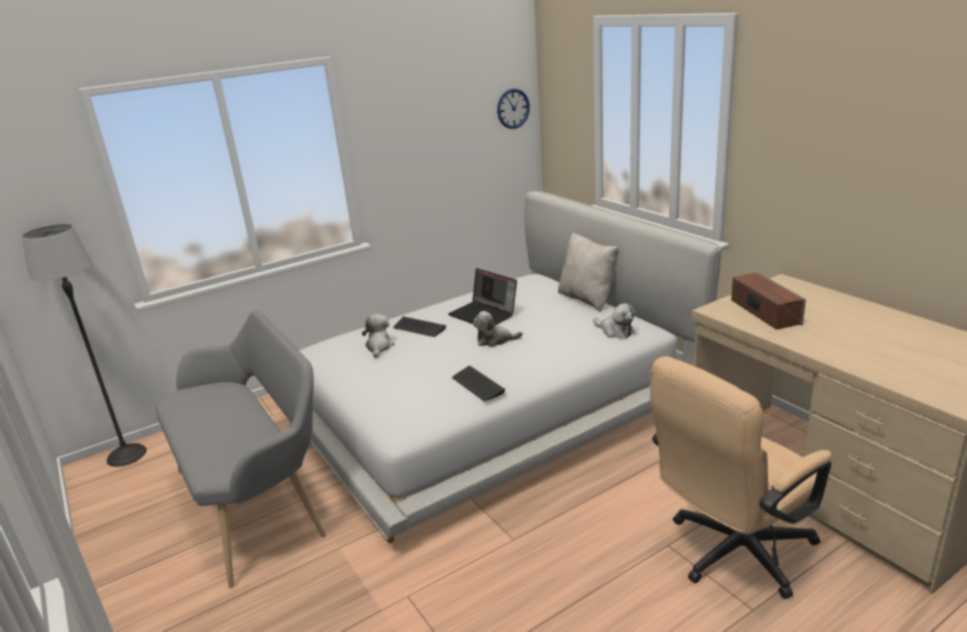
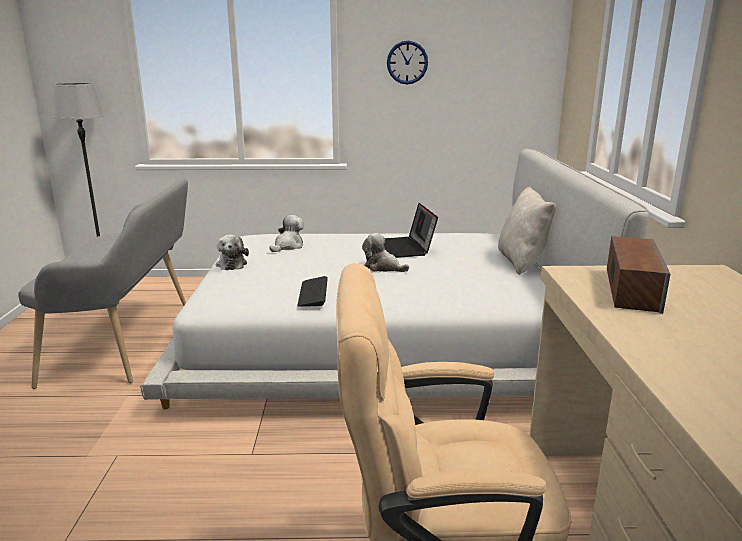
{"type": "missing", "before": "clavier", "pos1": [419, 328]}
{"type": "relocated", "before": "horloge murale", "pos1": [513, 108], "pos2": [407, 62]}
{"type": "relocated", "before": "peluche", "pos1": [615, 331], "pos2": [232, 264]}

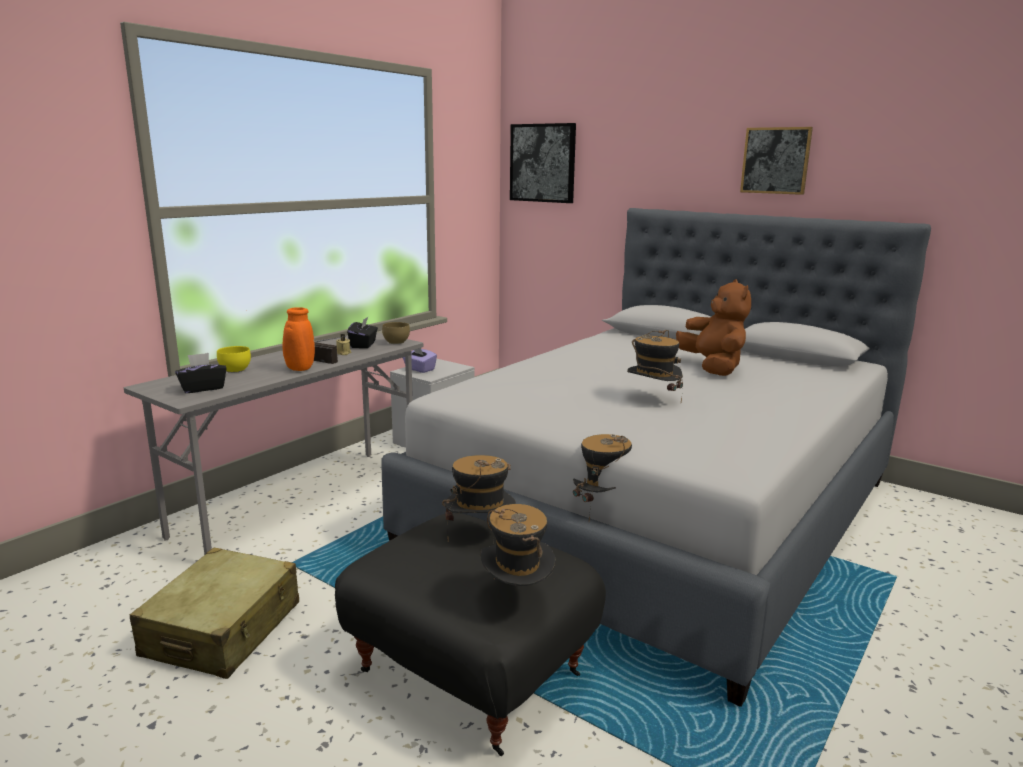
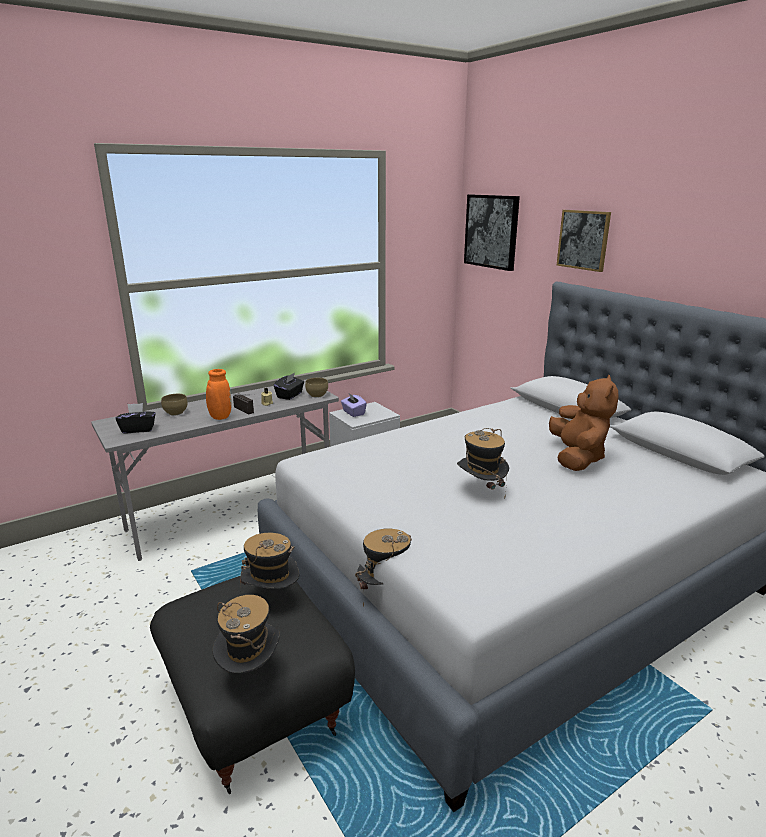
{"type": "missing", "before": "valise (beige)", "pos1": [223, 630]}
{"type": "colour", "before": "bol (jaune)", "after": "bol (marron)", "pos1": [236, 370], "pos2": [176, 413]}
{"type": "relocated", "before": "tableau", "pos1": [775, 160], "pos2": [583, 240]}

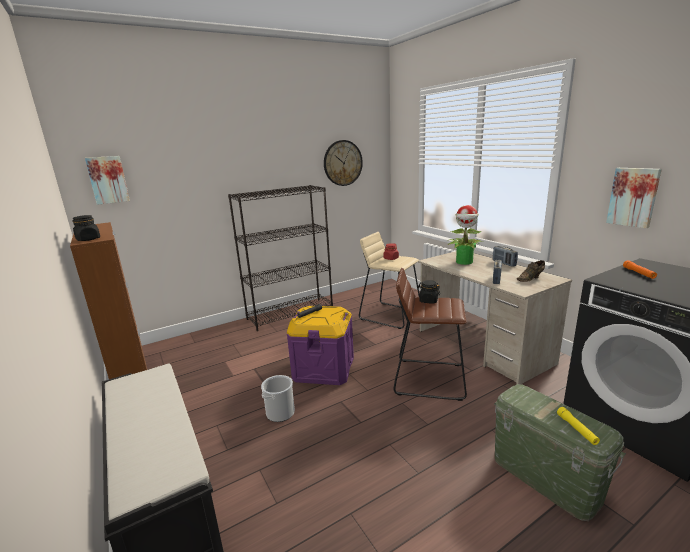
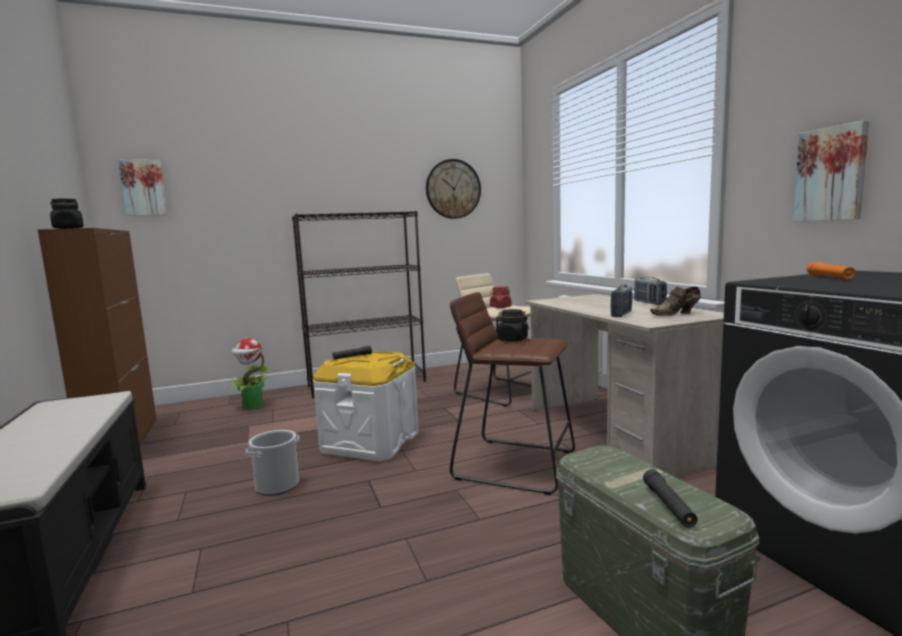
{"type": "colour", "before": "boîte de rangement (violet)", "after": "boîte de rangement (blanc)", "pos1": [324, 369], "pos2": [370, 442]}
{"type": "relocated", "before": "plante en pot", "pos1": [464, 262], "pos2": [252, 406]}
{"type": "colour", "before": "lampe de poche (jaune)", "after": "lampe de poche (noir)", "pos1": [577, 429], "pos2": [668, 505]}

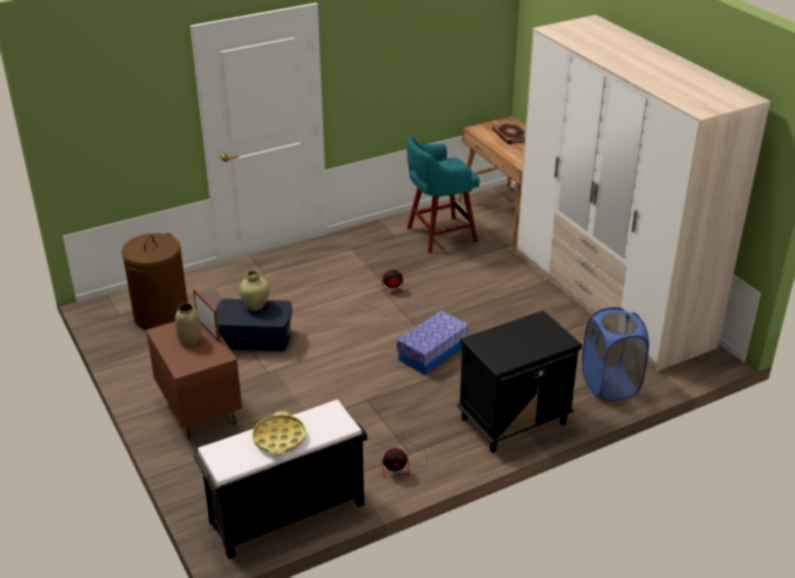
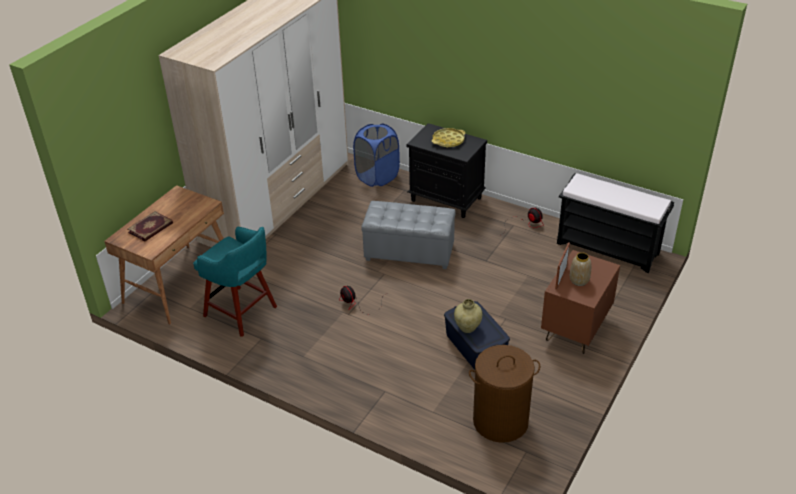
{"type": "relocated", "before": "plateau (jaune)", "pos1": [279, 438], "pos2": [448, 140]}
{"type": "exchanged", "before": "boîte de rangement", "after": "pouf (gris)", "pos1": [432, 352], "pos2": [409, 253]}

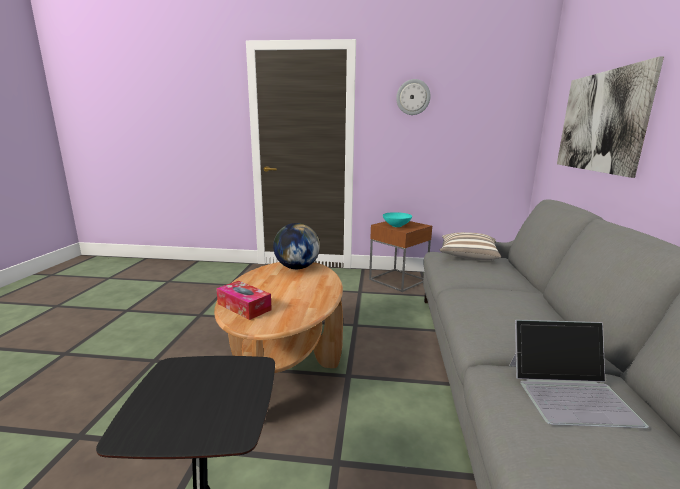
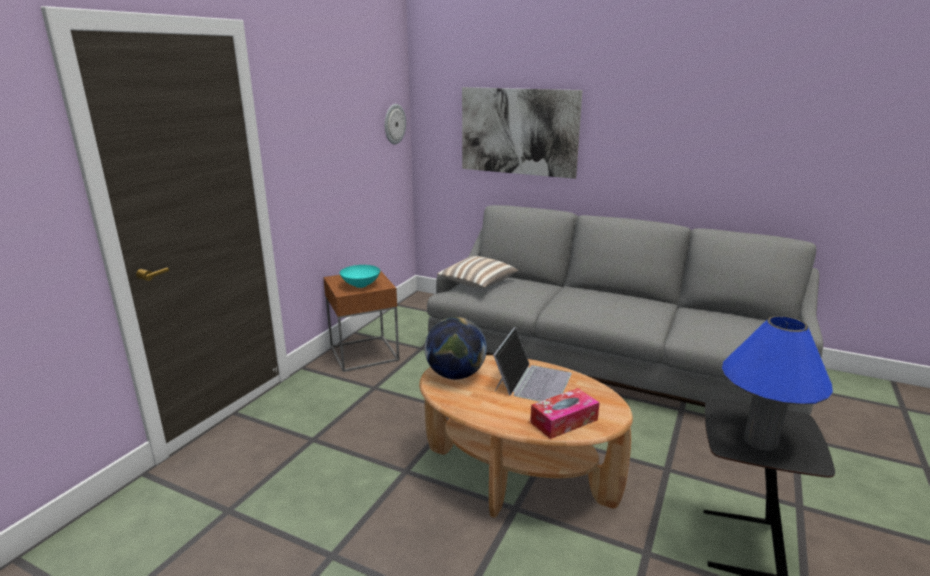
{"type": "relocated", "before": "horloge murale", "pos1": [413, 97], "pos2": [394, 124]}
{"type": "relocated", "before": "ordinateur portable", "pos1": [570, 392], "pos2": [532, 381]}
{"type": "appeared", "after": "lampe de table (bleu)", "pos2": [760, 440]}

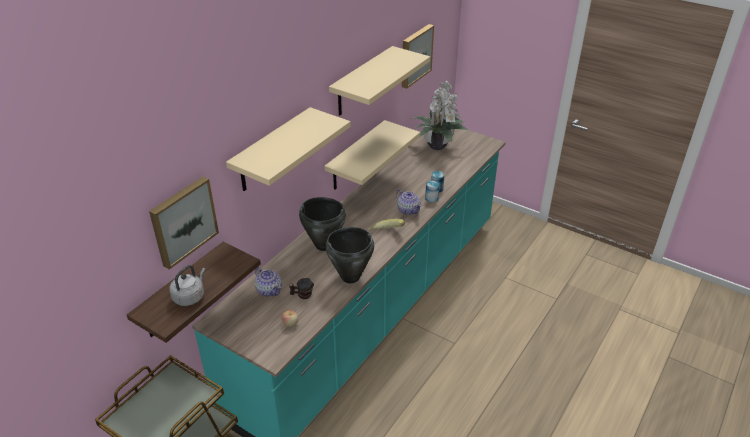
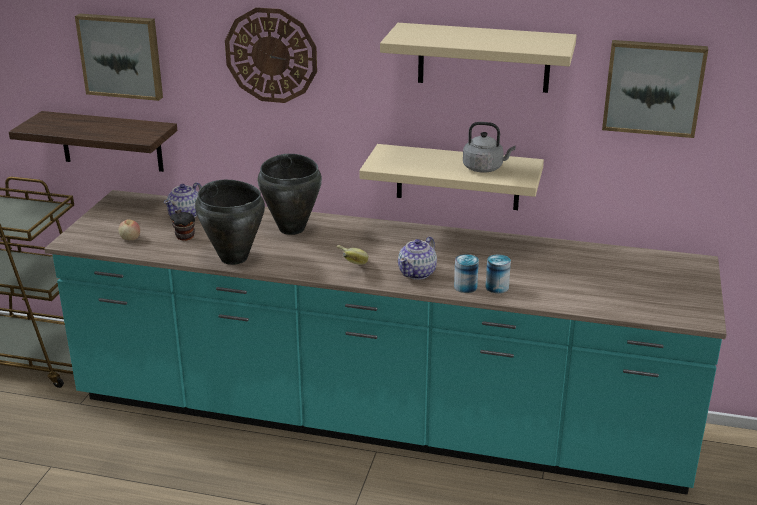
{"type": "relocated", "before": "bouilloire (gris)", "pos1": [190, 296], "pos2": [485, 168]}
{"type": "exchanged", "before": "étagère (beige)", "after": "horloge murale", "pos1": [272, 151], "pos2": [271, 55]}
{"type": "missing", "before": "plante en pot", "pos1": [437, 145]}

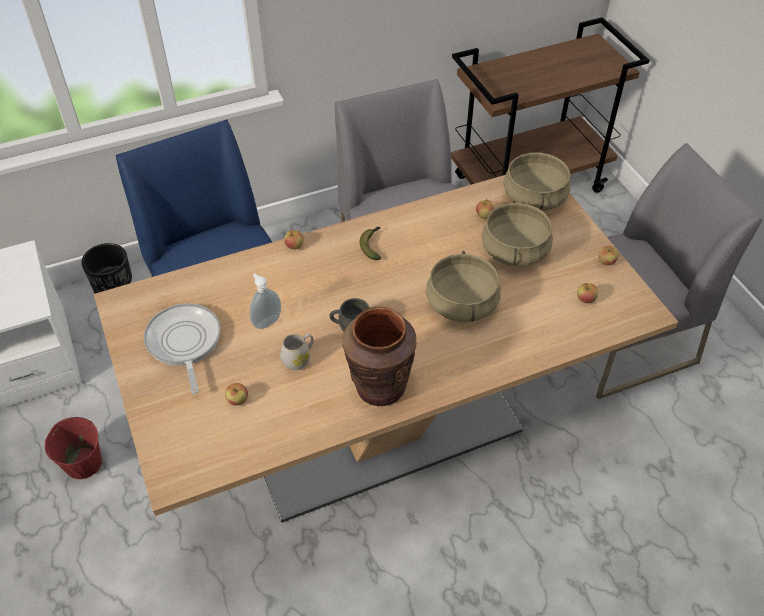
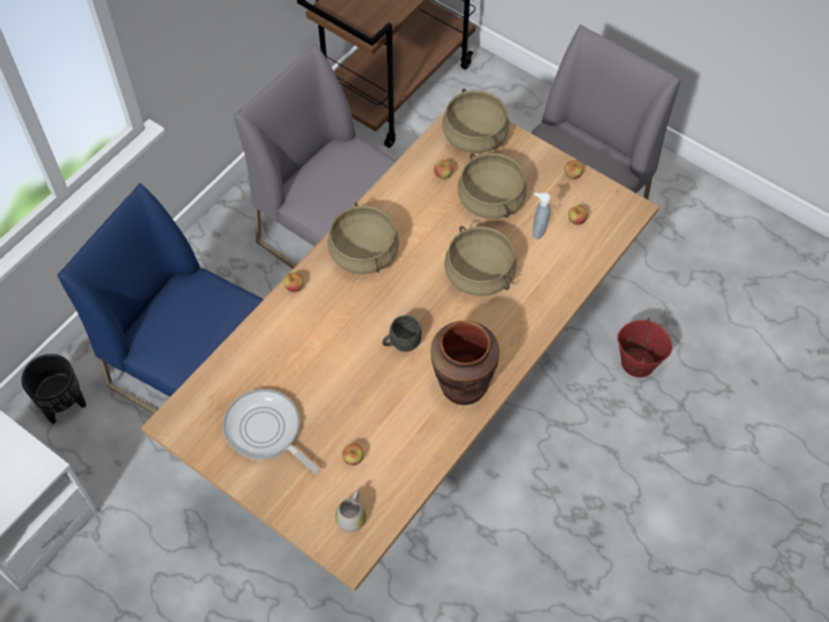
{"type": "relocated", "before": "seau (rouge)", "pos1": [83, 463], "pos2": [637, 362]}
{"type": "relocated", "before": "distributeur de savon", "pos1": [266, 321], "pos2": [538, 230]}
{"type": "relocated", "before": "mug (blanc)", "pos1": [299, 359], "pos2": [352, 516]}
{"type": "exchanged", "before": "banane", "after": "marmite (beige)", "pos1": [372, 245], "pos2": [364, 252]}

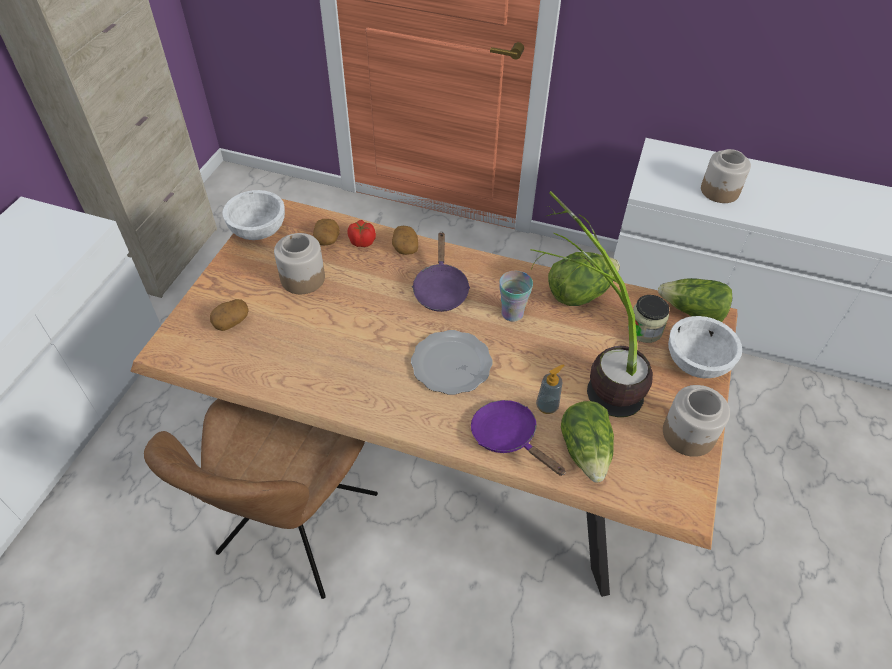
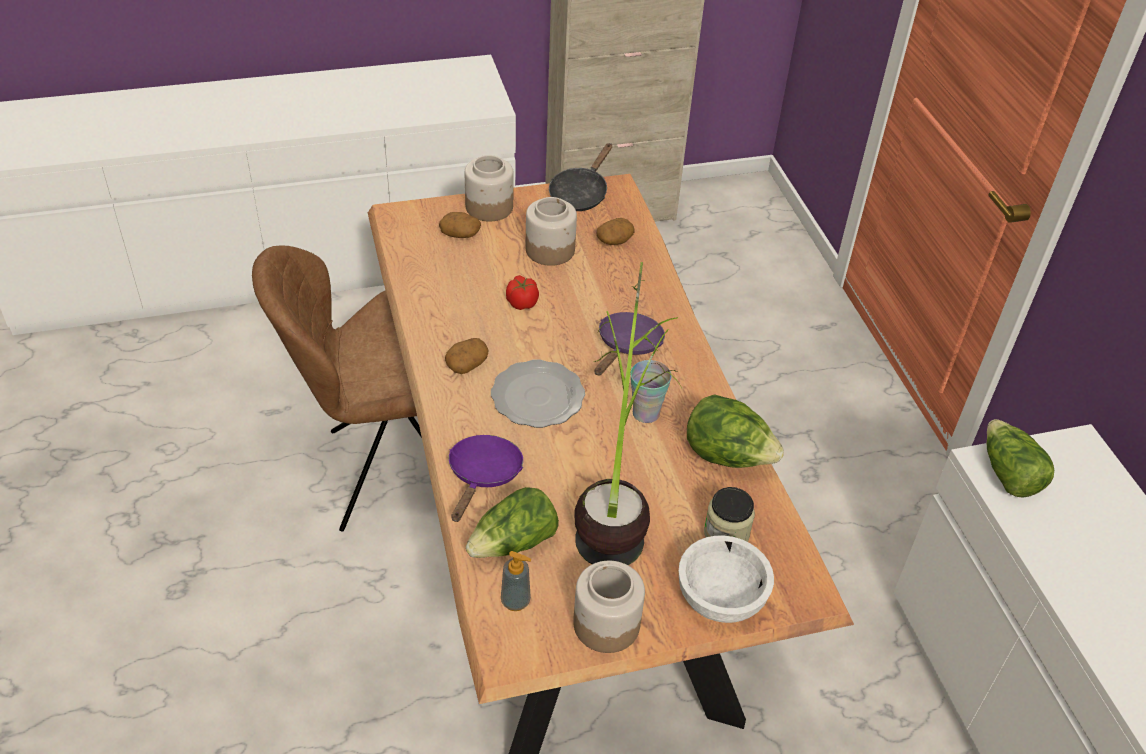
{"type": "exchanged", "before": "bol (blanc)", "after": "poêle (noir)", "pos1": [258, 230], "pos2": [580, 193]}
{"type": "relocated", "before": "tomate", "pos1": [362, 241], "pos2": [522, 302]}
{"type": "relocated", "before": "pomme de terre", "pos1": [405, 247], "pos2": [467, 364]}
{"type": "spun", "before": "poêle (violet)", "pos1": [440, 289], "pos2": [627, 346], "turn": 150}
{"type": "relocated", "before": "distributeur de savon", "pos1": [547, 406], "pos2": [515, 601]}
{"type": "relocated", "before": "laitue", "pos1": [692, 312], "pos2": [1007, 473]}
{"type": "relocated", "before": "bocal", "pos1": [720, 191], "pos2": [488, 207]}

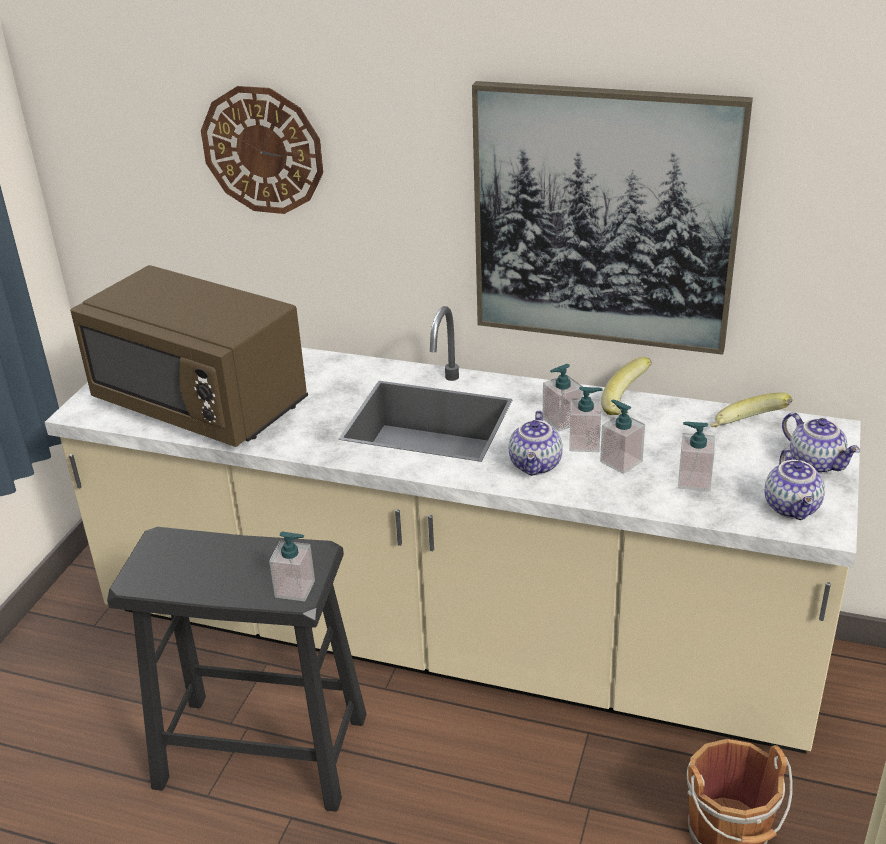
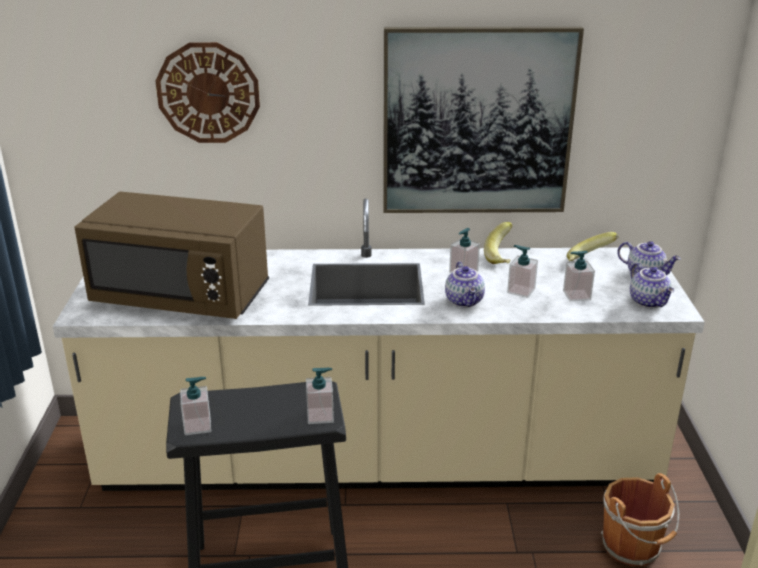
{"type": "relocated", "before": "distributeur de savon", "pos1": [584, 443], "pos2": [198, 426]}

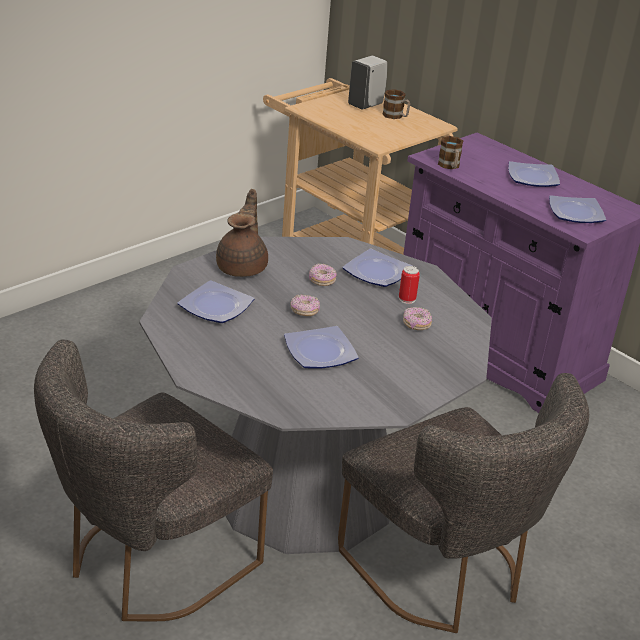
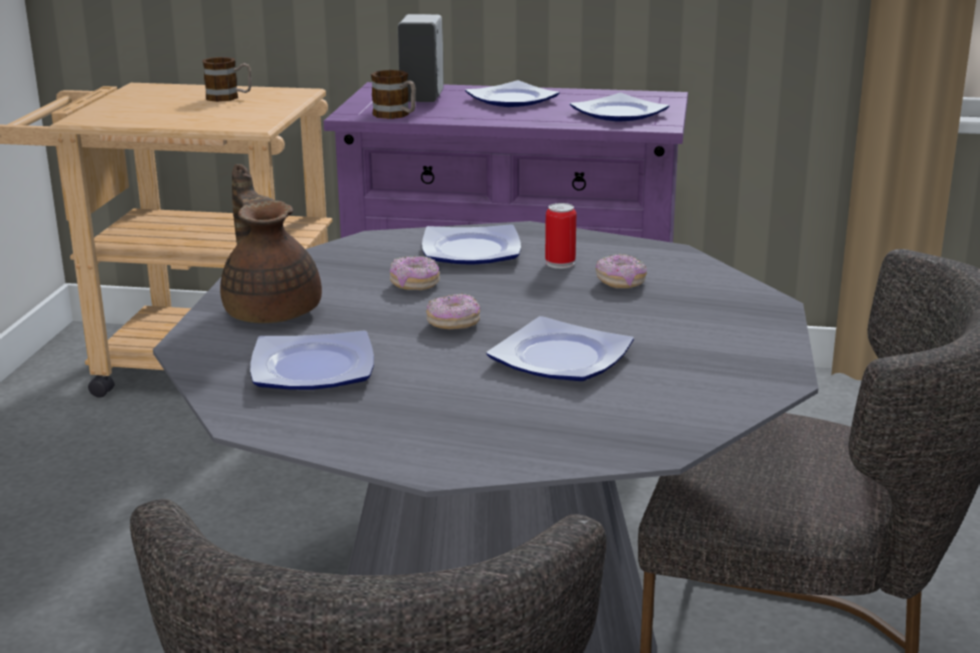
{"type": "relocated", "before": "distributeur de savon (blanc)", "pos1": [366, 105], "pos2": [422, 99]}

